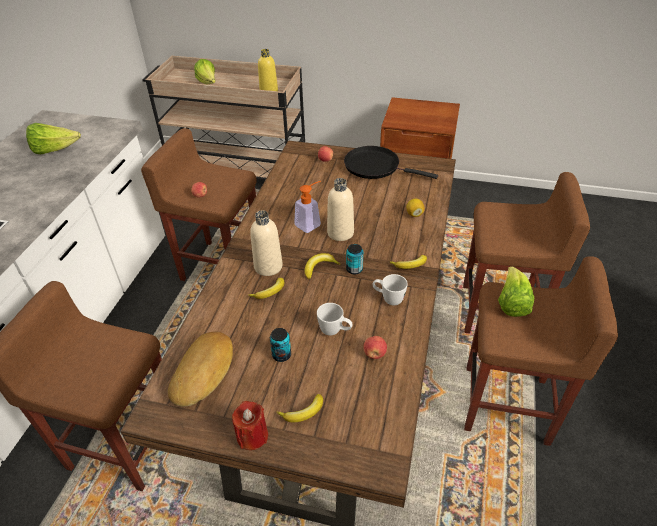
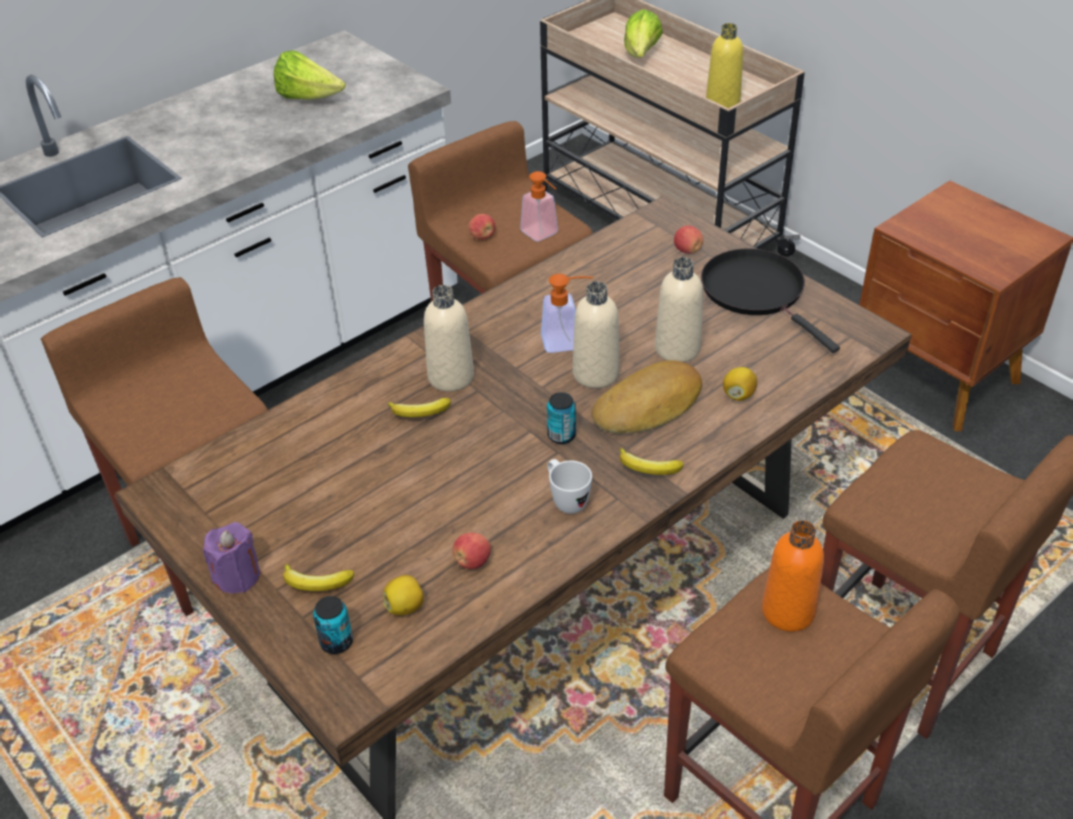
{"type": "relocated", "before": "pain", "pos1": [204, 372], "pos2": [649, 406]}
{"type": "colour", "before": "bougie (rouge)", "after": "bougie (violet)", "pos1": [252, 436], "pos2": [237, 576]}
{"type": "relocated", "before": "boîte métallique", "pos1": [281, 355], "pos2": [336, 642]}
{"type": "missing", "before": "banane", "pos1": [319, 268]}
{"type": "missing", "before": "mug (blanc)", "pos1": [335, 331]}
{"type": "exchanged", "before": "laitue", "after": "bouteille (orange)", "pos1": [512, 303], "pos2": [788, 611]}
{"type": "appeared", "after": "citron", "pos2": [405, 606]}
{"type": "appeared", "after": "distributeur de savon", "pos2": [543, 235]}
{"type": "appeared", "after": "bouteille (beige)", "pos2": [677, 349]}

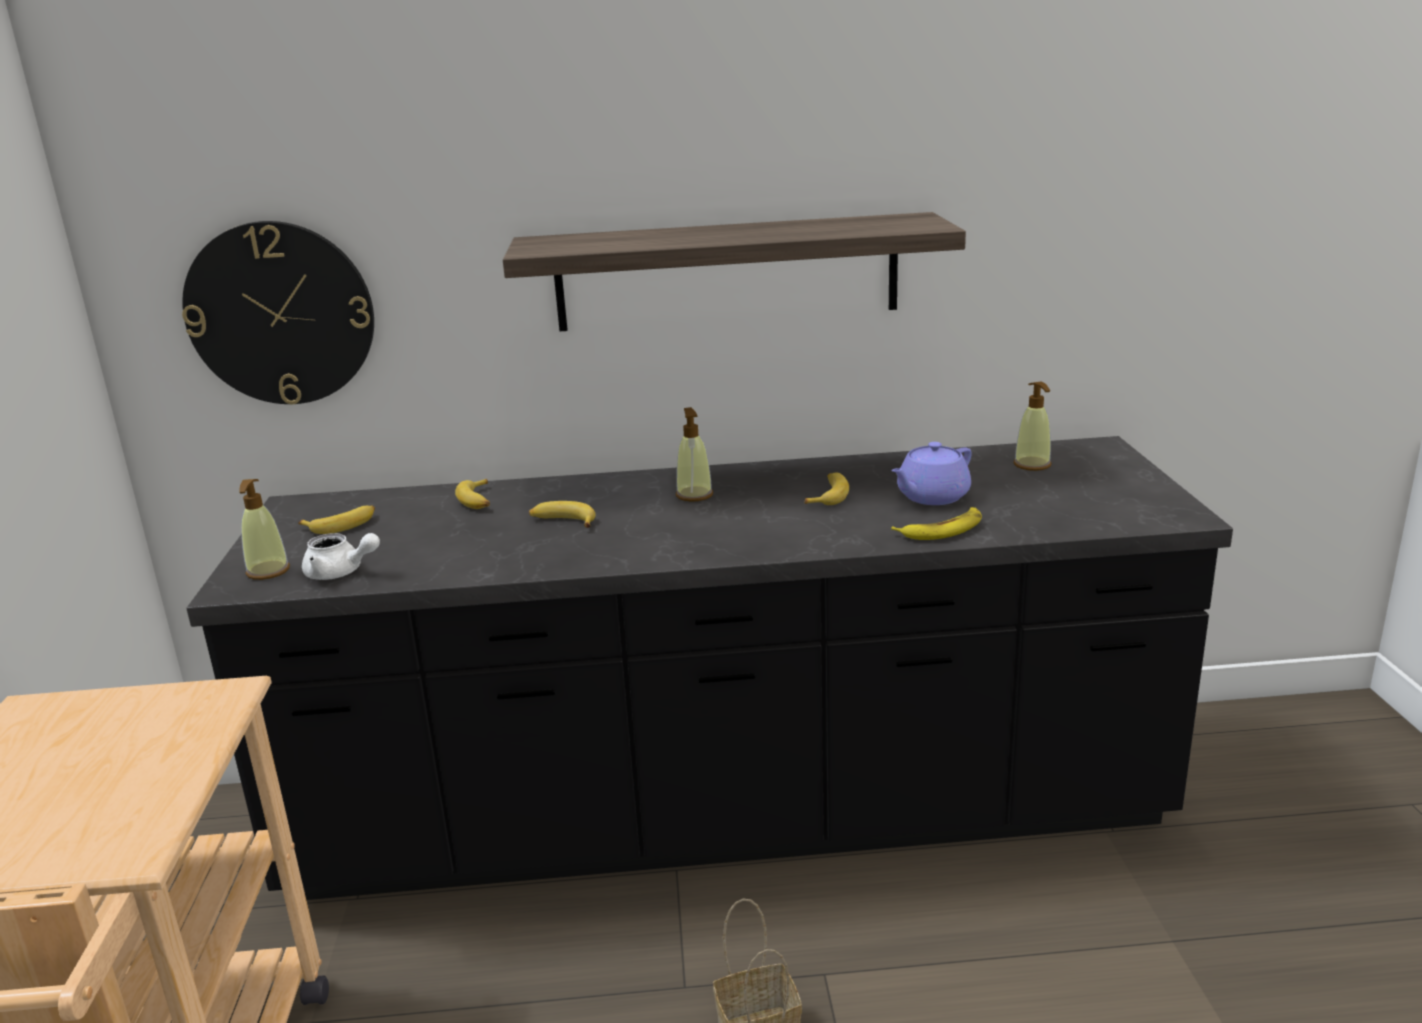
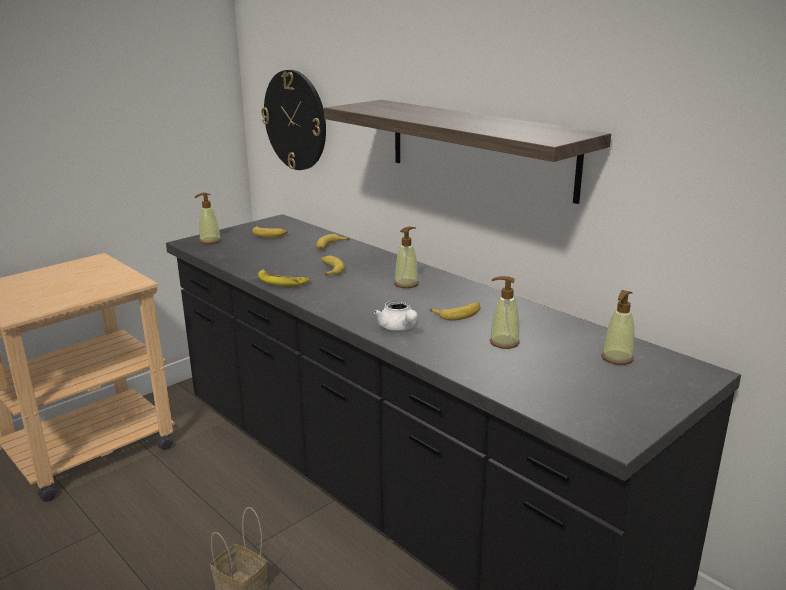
{"type": "relocated", "before": "théière (blanc)", "pos1": [340, 573], "pos2": [399, 328]}
{"type": "exchanged", "before": "théière (violet)", "after": "distributeur de savon", "pos1": [931, 497], "pos2": [504, 342]}
{"type": "relocated", "before": "banane", "pos1": [942, 529], "pos2": [282, 281]}

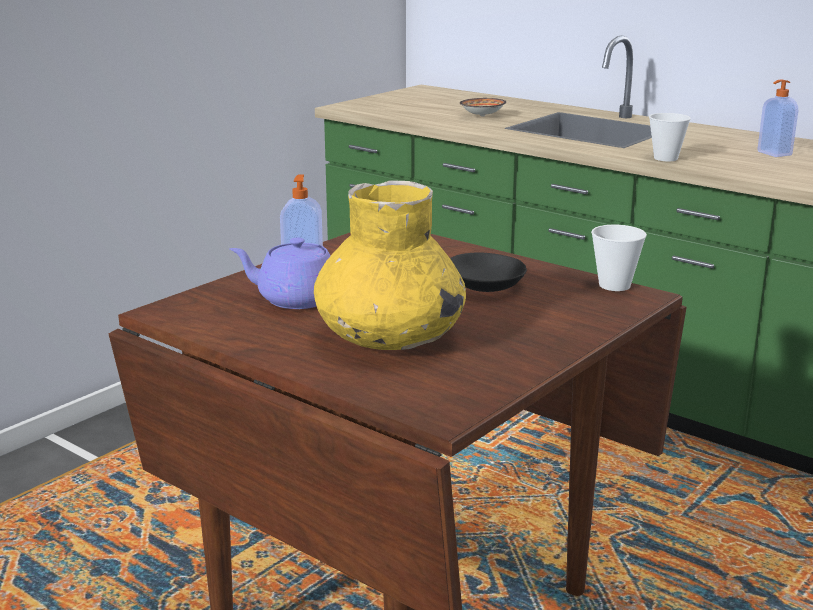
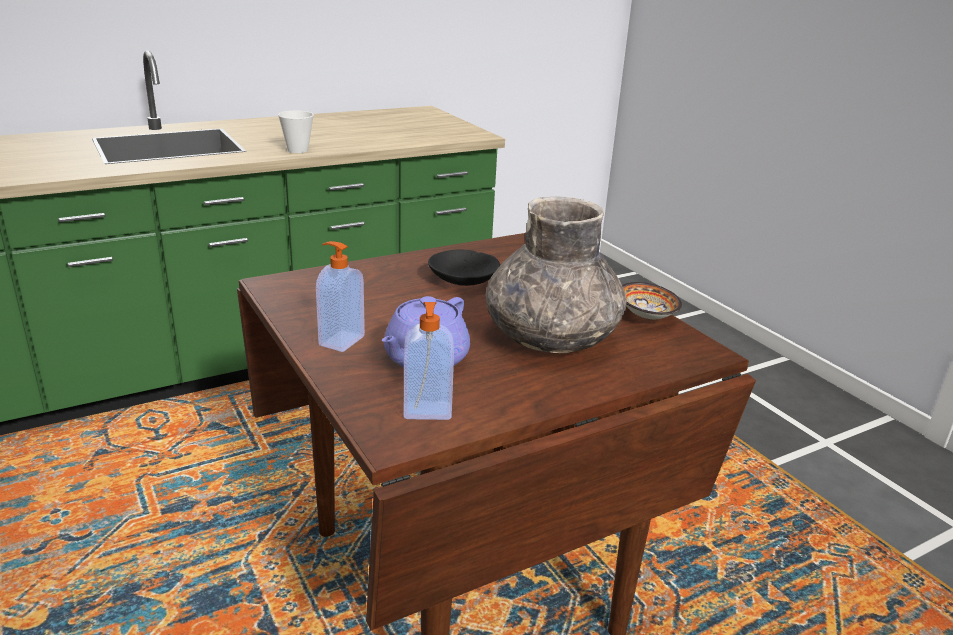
{"type": "colour", "before": "vase (jaune)", "after": "vase (gris)", "pos1": [389, 338], "pos2": [551, 339]}
{"type": "relocated", "before": "bol", "pos1": [481, 116], "pos2": [645, 316]}
{"type": "missing", "before": "tasse", "pos1": [614, 285]}
{"type": "relocated", "before": "distributeur de savon", "pos1": [773, 153], "pos2": [427, 411]}

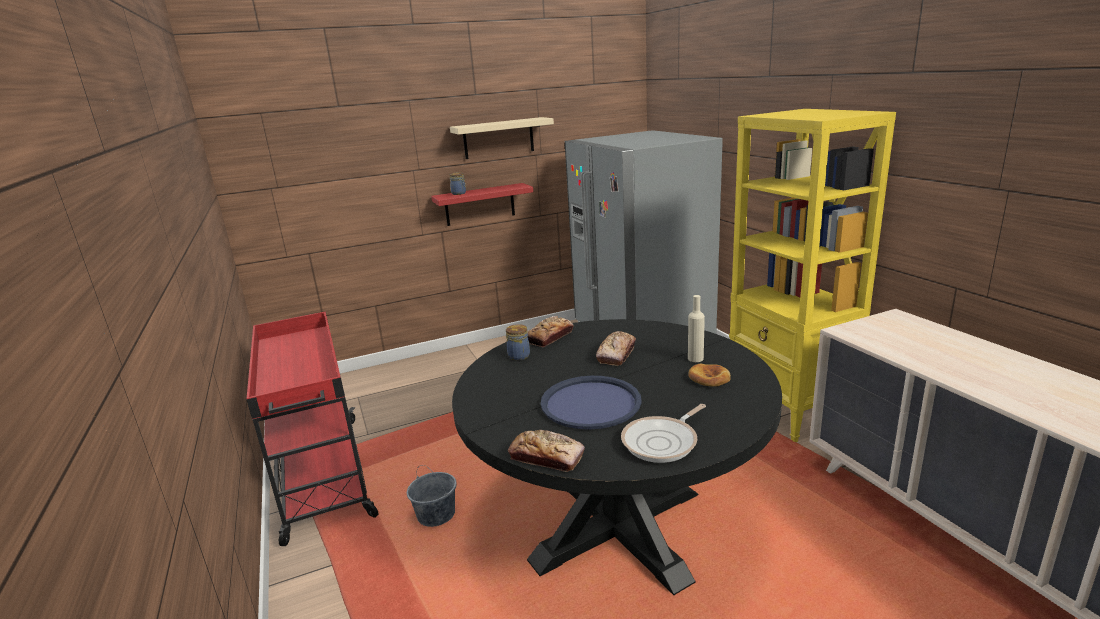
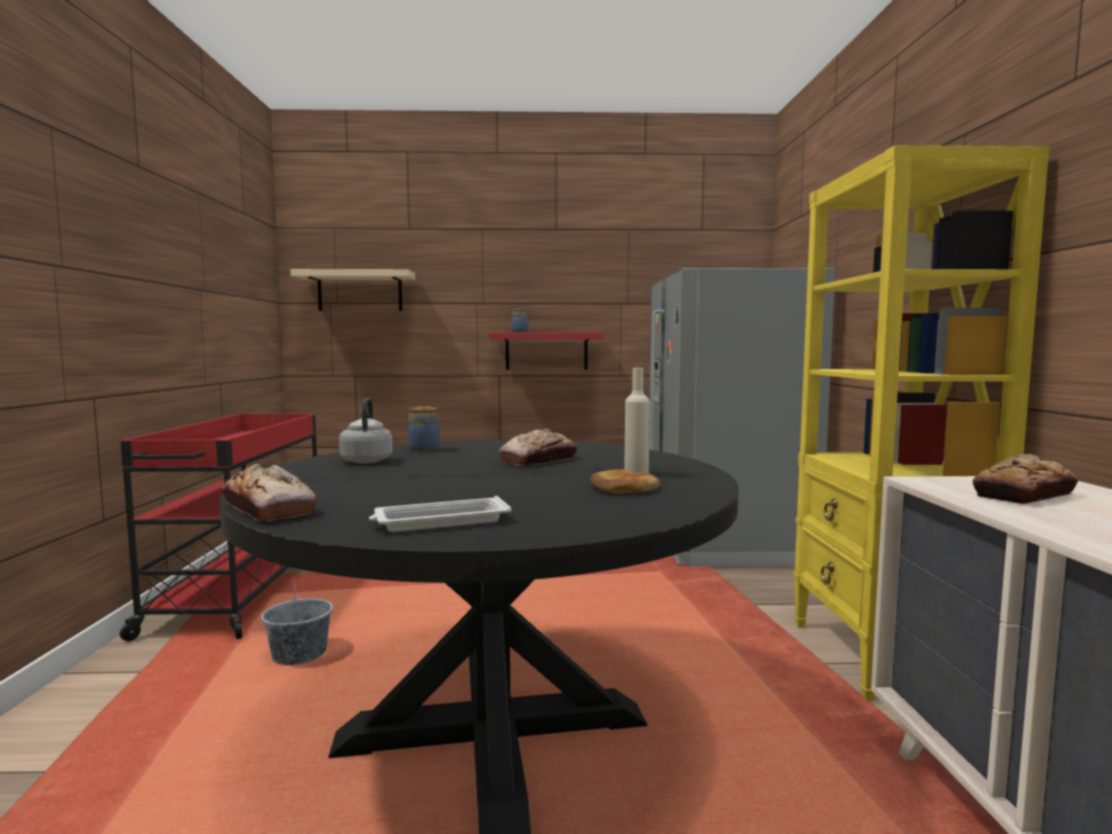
{"type": "relocated", "before": "étagère (beige)", "pos1": [498, 138], "pos2": [360, 292]}
{"type": "relocated", "before": "pain", "pos1": [550, 337], "pos2": [1023, 495]}
{"type": "missing", "before": "plateau (bleu)", "pos1": [591, 403]}
{"type": "exchanged", "before": "poêle", "after": "plateau (blanc)", "pos1": [663, 442], "pos2": [439, 521]}
{"type": "appeared", "after": "bouilloire (gris)", "pos2": [367, 460]}

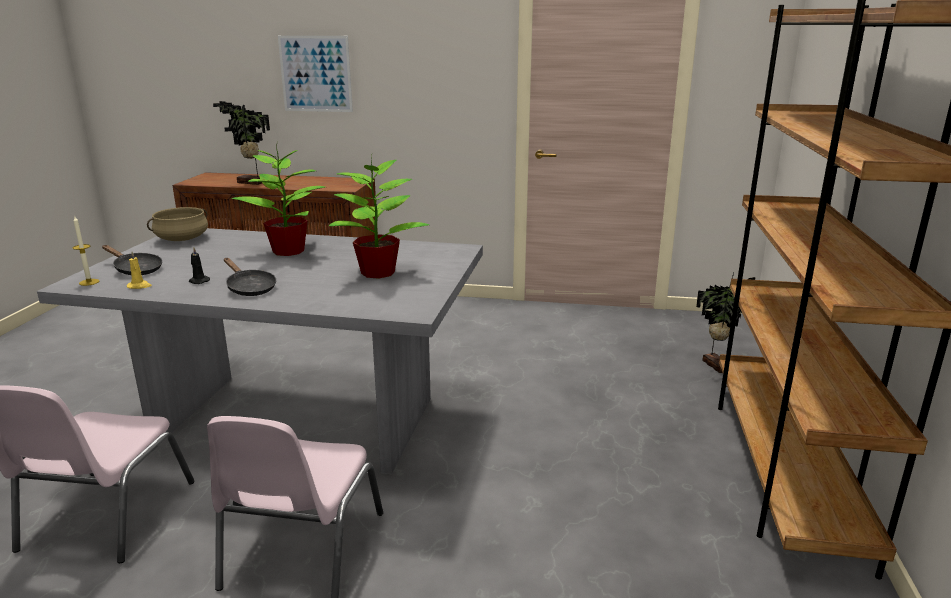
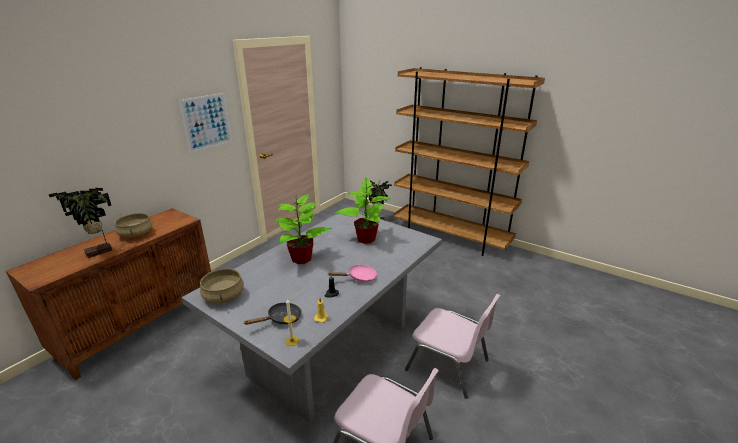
{"type": "colour", "before": "poêle (noir)", "after": "poêle (rose)", "pos1": [249, 288], "pos2": [359, 277]}
{"type": "relocated", "before": "tableau", "pos1": [315, 74], "pos2": [207, 122]}
{"type": "appeared", "after": "marmite (beige)", "pos2": [136, 234]}

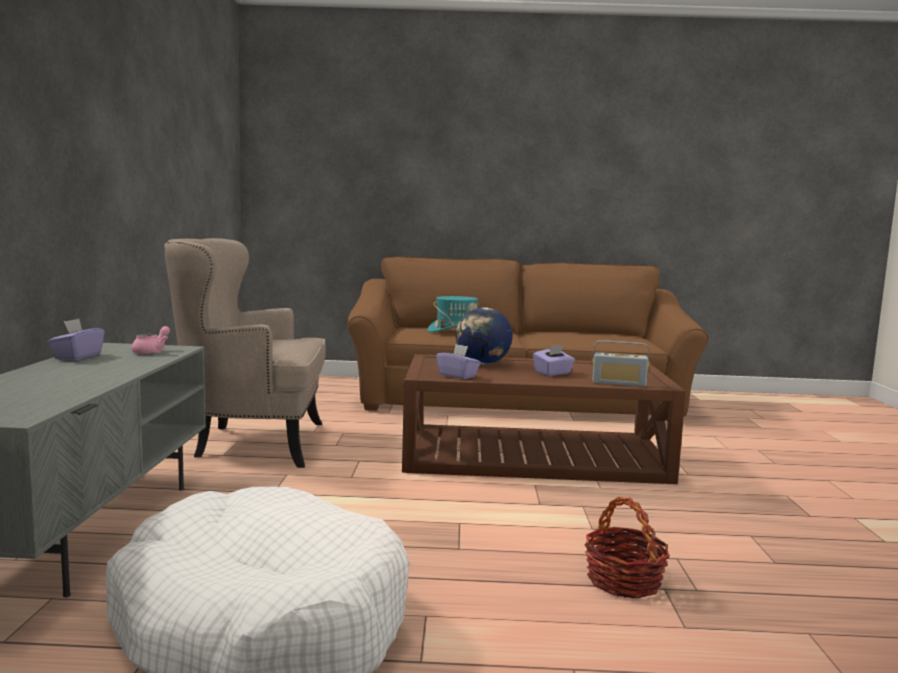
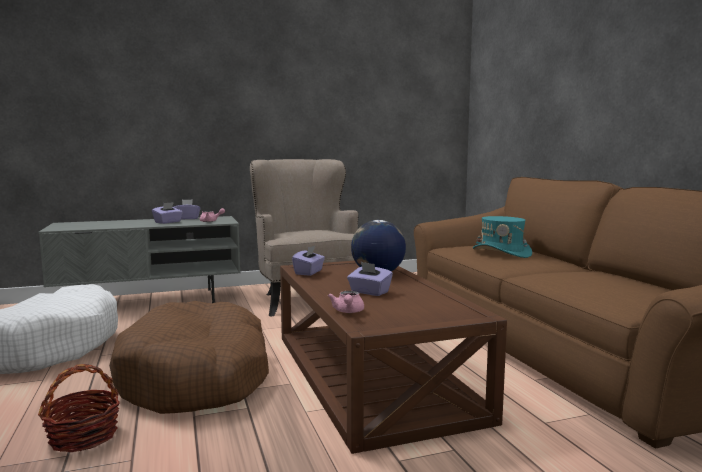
{"type": "exchanged", "before": "radio", "after": "théière (rose)", "pos1": [619, 383], "pos2": [348, 312]}
{"type": "appeared", "after": "panier pour chien (marron)", "pos2": [196, 377]}
{"type": "appeared", "after": "boîte à mouchoirs (violet)", "pos2": [168, 222]}

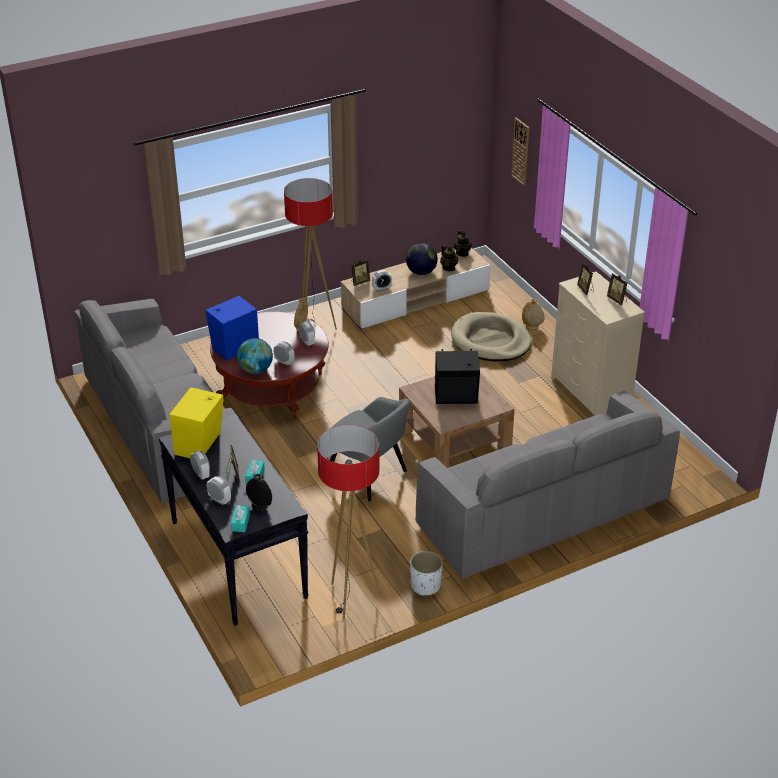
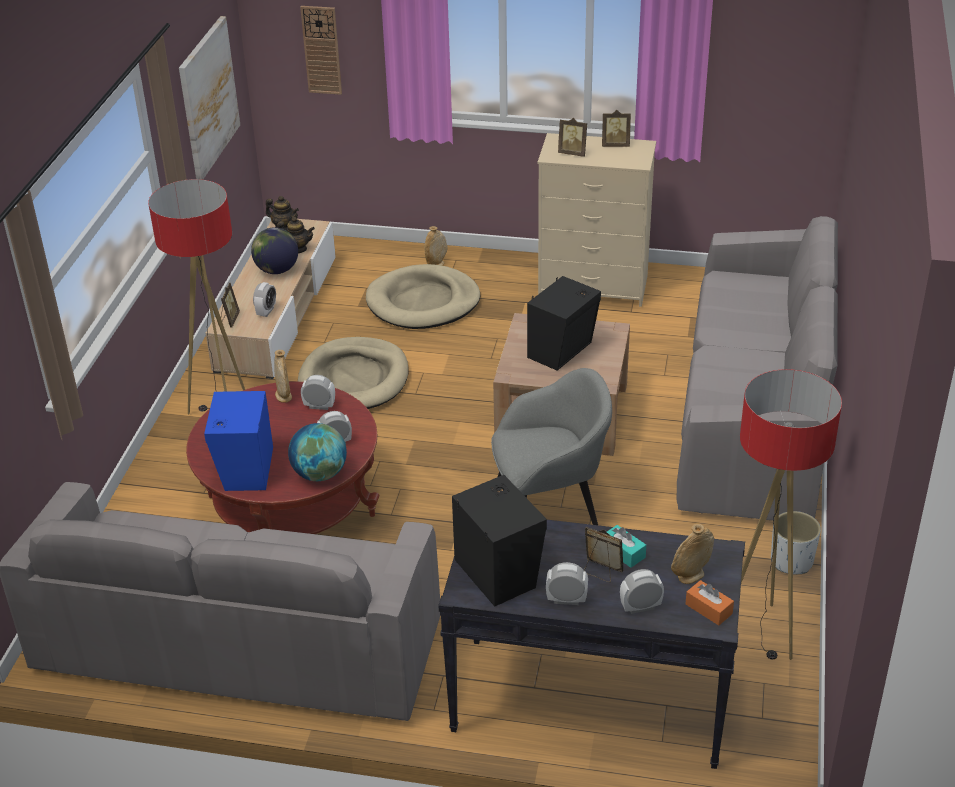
{"type": "colour", "before": "enceinte (jaune)", "after": "enceinte (noir)", "pos1": [200, 443], "pos2": [497, 571]}
{"type": "colour", "before": "boîte à mouchoirs (turquoise)", "after": "boîte à mouchoirs (orange)", "pos1": [240, 523], "pos2": [708, 609]}
{"type": "colour", "before": "vase (noir)", "after": "vase (beige)", "pos1": [259, 506], "pos2": [690, 576]}
{"type": "appeared", "after": "tableau", "pos2": [208, 97]}
{"type": "appeared", "after": "panier pour chien (beige)", "pos2": [354, 379]}

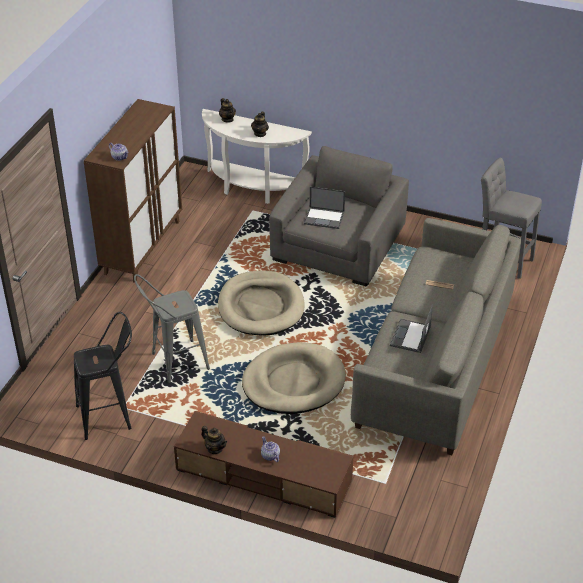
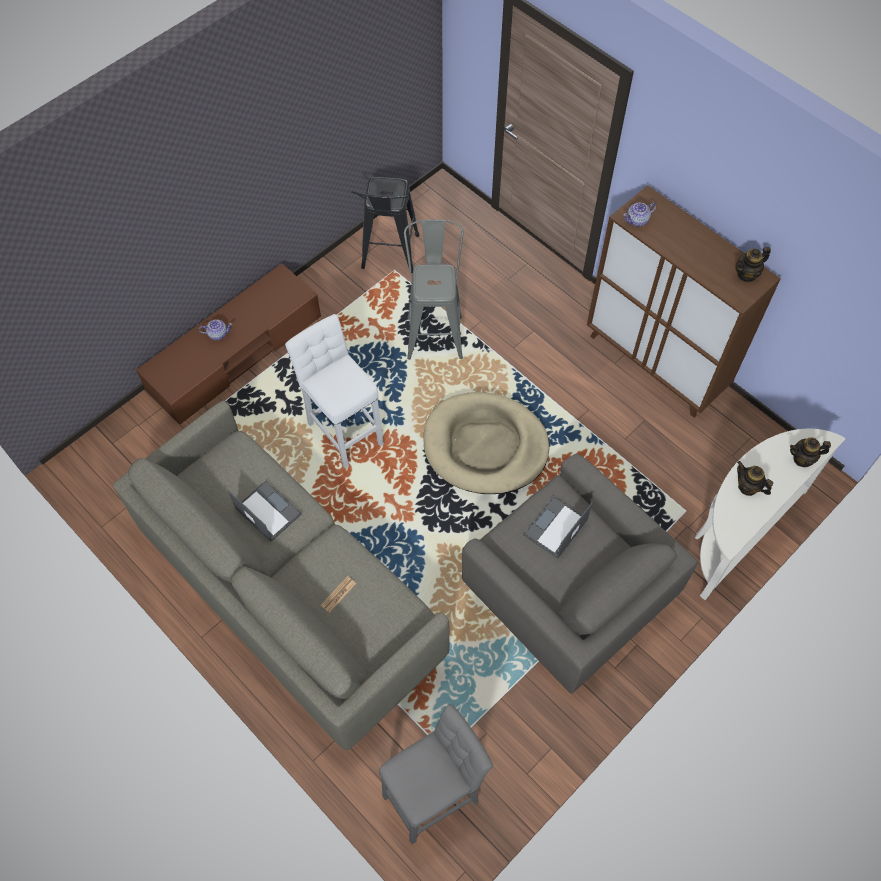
{"type": "relocated", "before": "théière", "pos1": [215, 448], "pos2": [747, 274]}
{"type": "exchanged", "before": "panier pour chien (beige)", "after": "tabouret (blanc)", "pos1": [293, 382], "pos2": [344, 430]}

